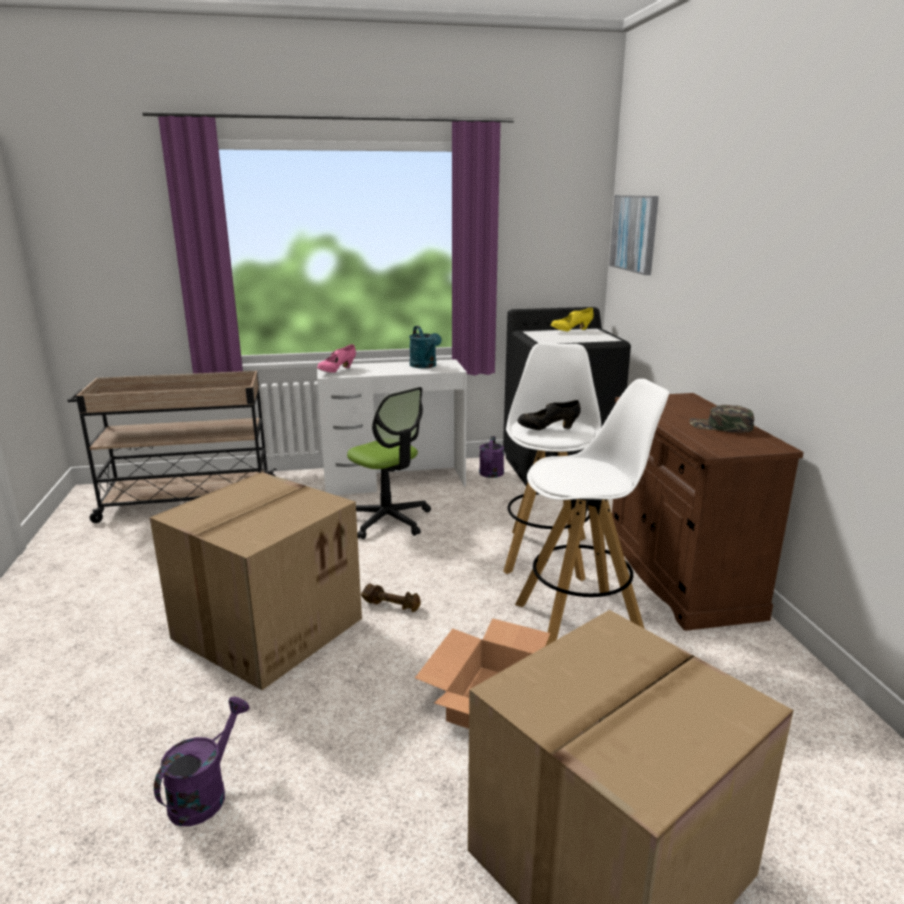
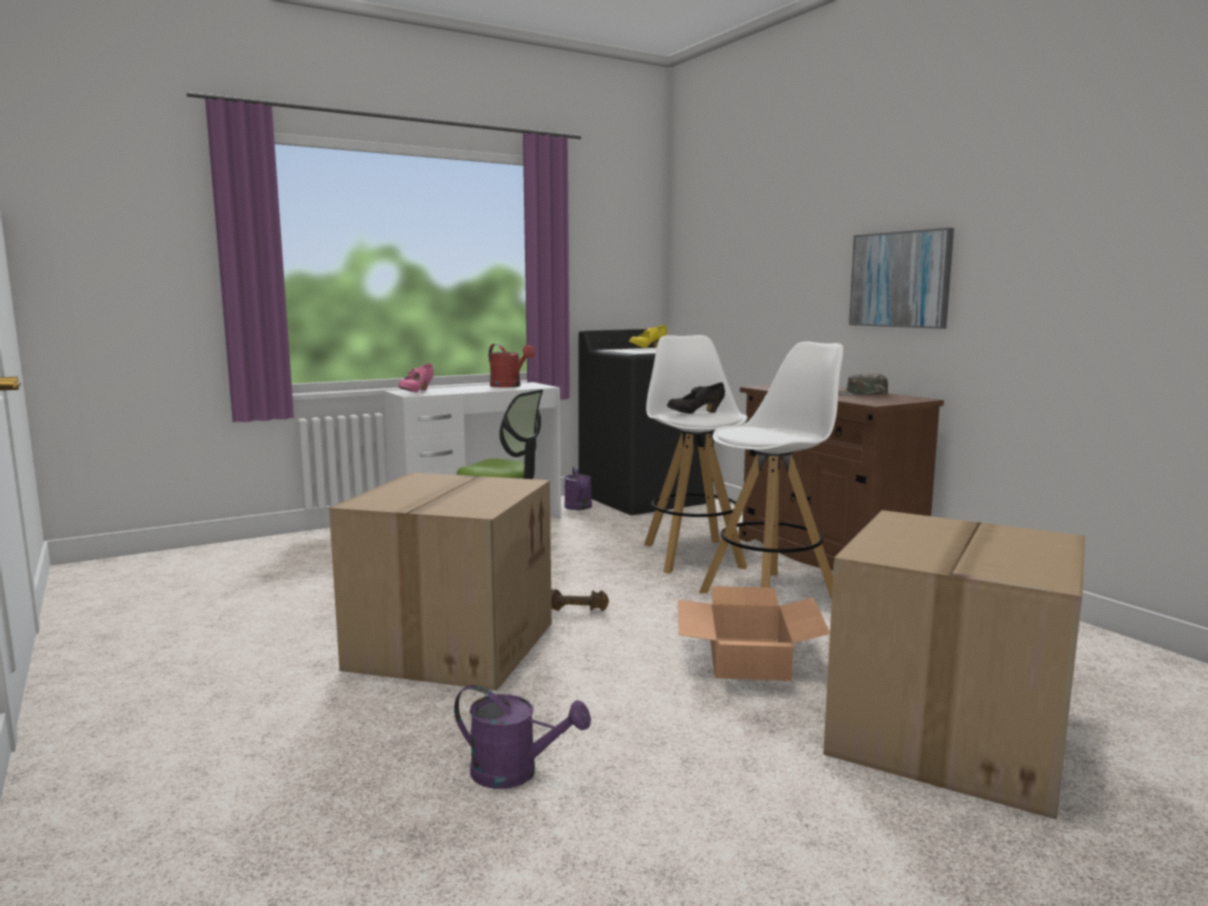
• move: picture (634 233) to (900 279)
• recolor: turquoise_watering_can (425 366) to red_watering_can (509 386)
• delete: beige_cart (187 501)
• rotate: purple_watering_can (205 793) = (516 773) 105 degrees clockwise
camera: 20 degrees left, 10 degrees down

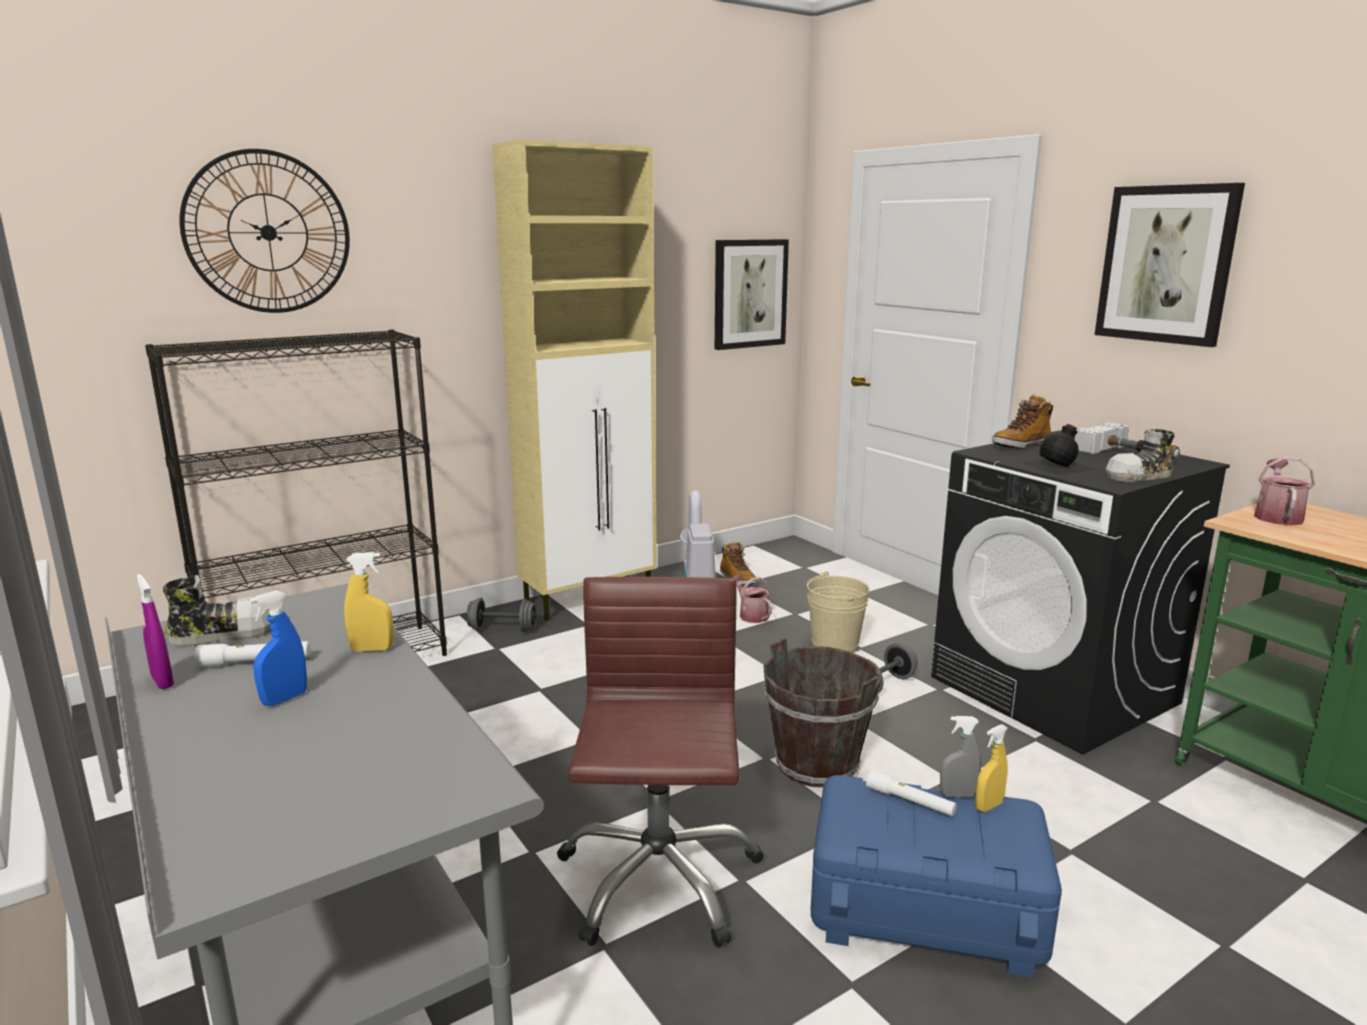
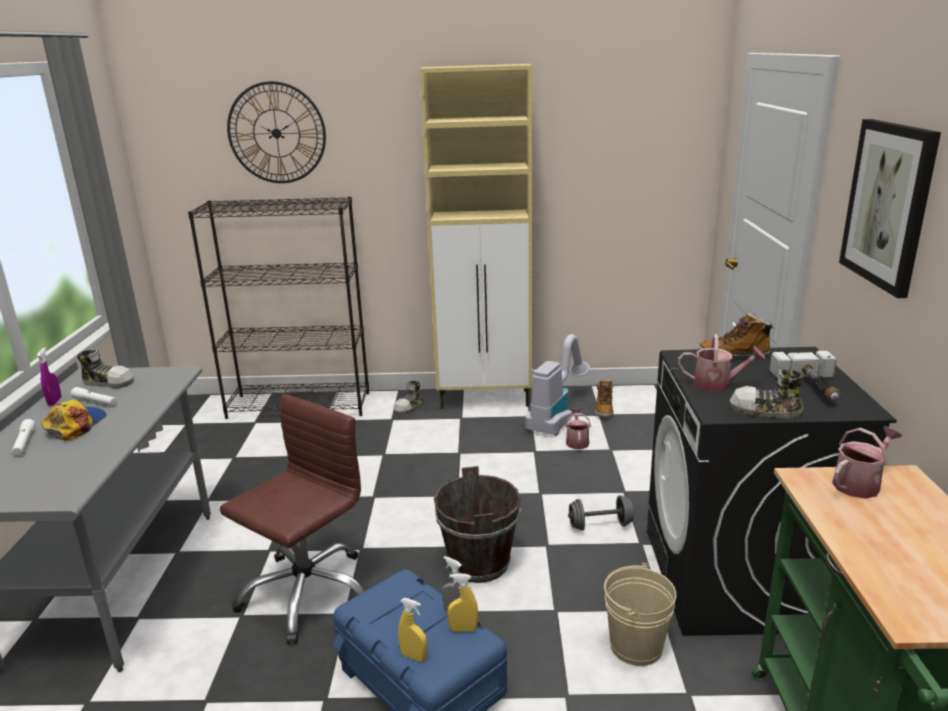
• delete: picture (749 293)
• replace: black_bottle (1060 466) to watering_can (717 384)
• move: yellow_spray_bottle (372 649) to (414 656)
• move: beige_bucket (834 645) to (636 646)
• replace: blue_spray_bottle (284 699) to cap (75 425)
• replace: grey_dumbbell (502 629) to shoe (409 407)
• move: white_flashlight (910 801) to (24 443)
camera: 35 degrees right, 5 degrees up

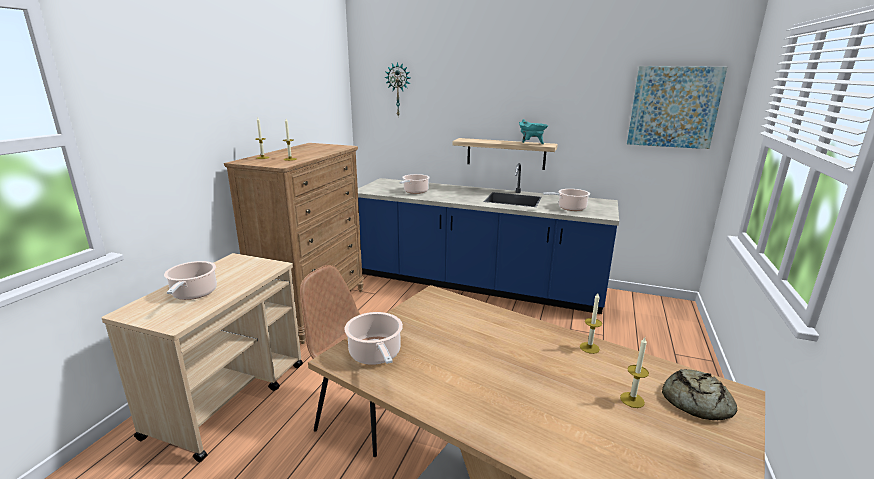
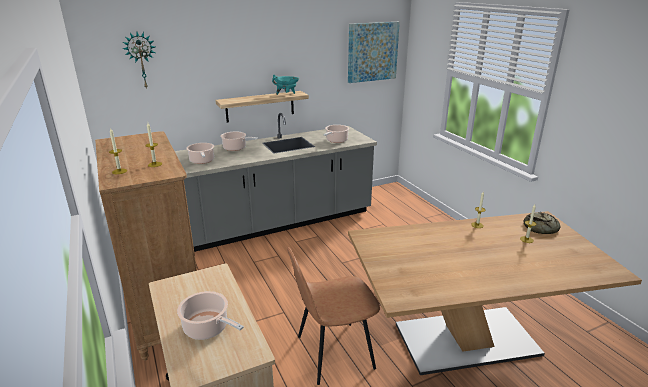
• recolor: blue_counter (477 284) to grey_counter (266 225)
• move: cooking_pot (375 355) to (236 148)
camera: 45 degrees left, 5 degrees up

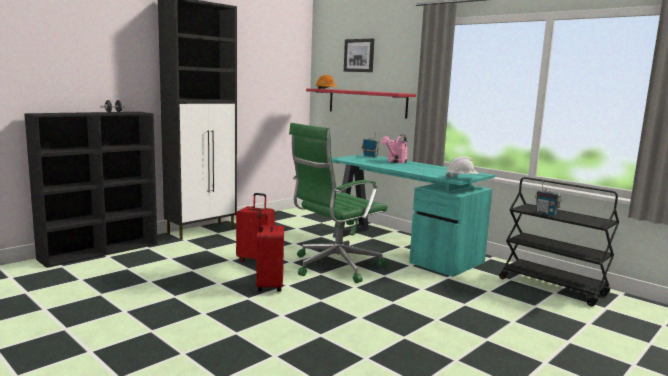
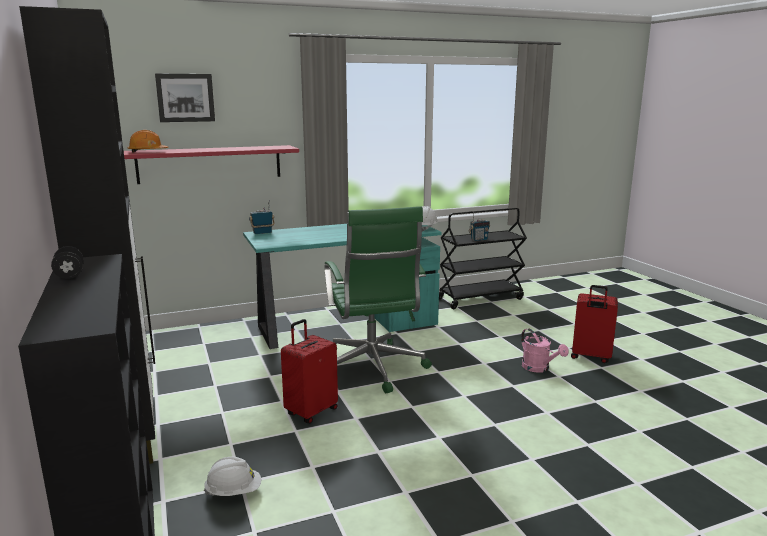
• move: pink_watering_can (395 162) to (539 368)
• move: red_suitcase (268 286) to (590 357)
• insert: white_hard_hat (234 492)
camera: 65 degrees left, 5 degrees up

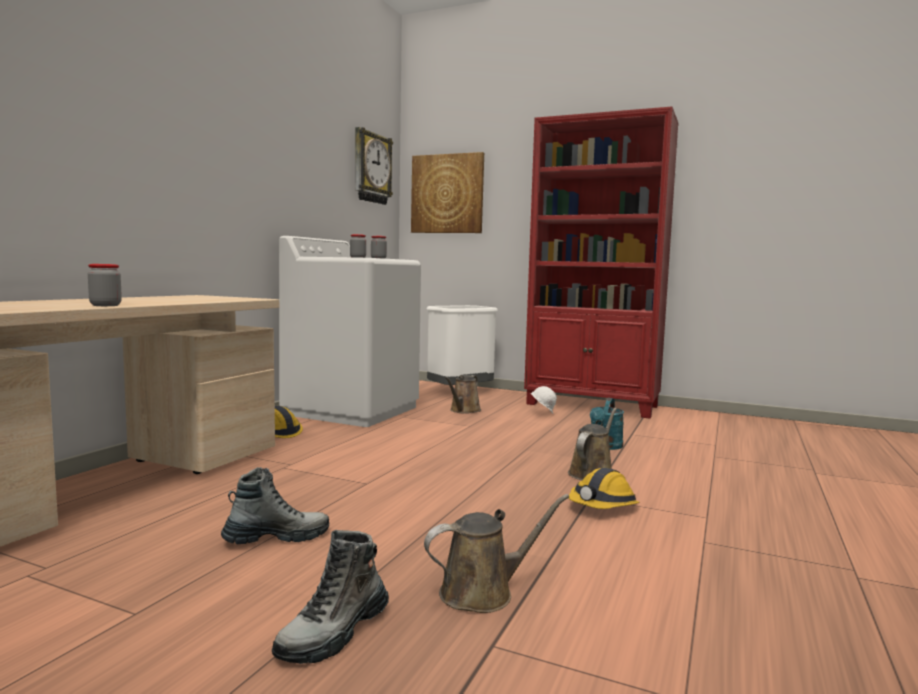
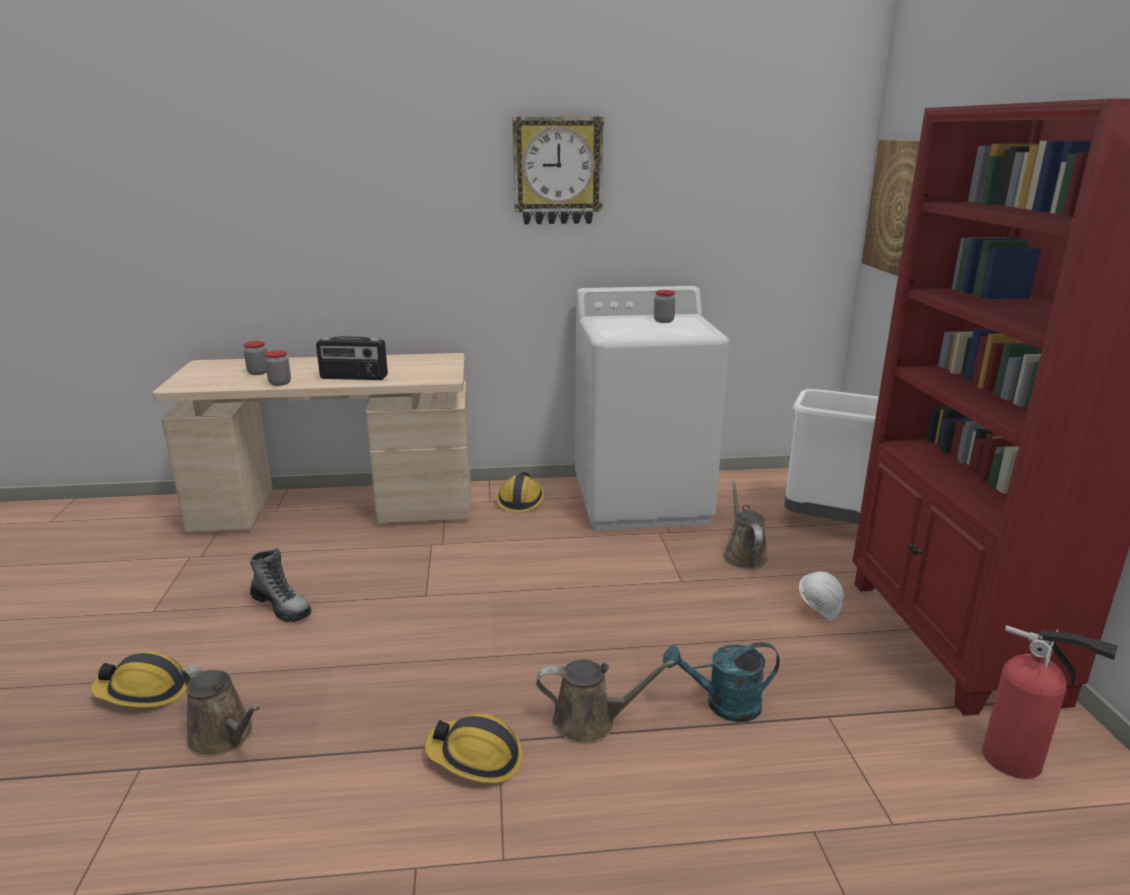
• move: wall_clock (371 168) to (557 171)
• move: jar (378 259) to (258 372)
• rotate: brown_watering_can (464 410) = (743 555) 90 degrees clockwise
• replace: boot (334 633) to hard_hat (144 691)
• insert: radio (354 378)
• insert: fire_extinguisher (1018 762)
camera: 60 degrees right, 15 degrees up

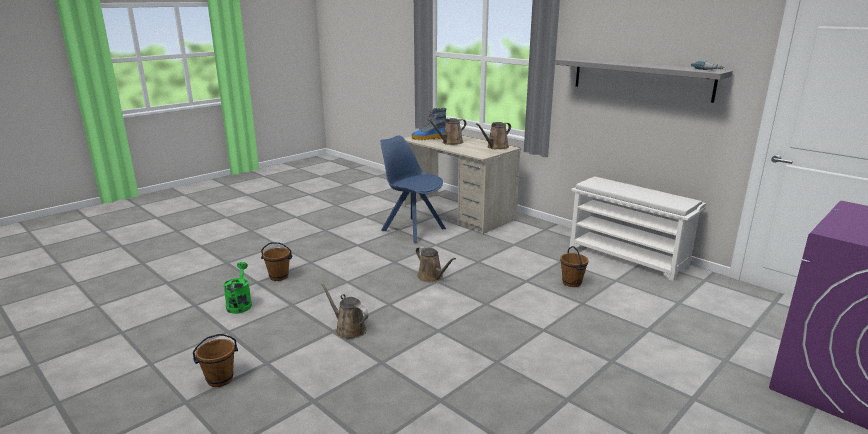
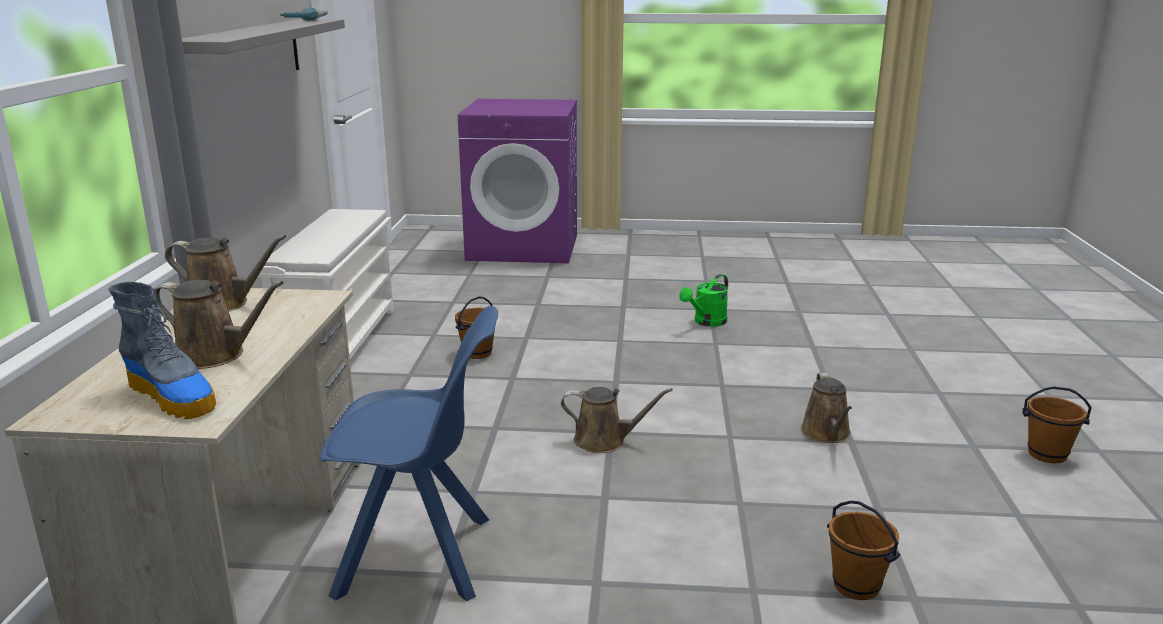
• rotate: blue_chair (412 229) = (420 557) 90 degrees counterclockwise
• rotate: brown_watering_can (432 277) = (605 441) 90 degrees clockwise
• move: green_watering_can (240 304) to (706 322)
camera: 130 degrees left, 0 degrees up

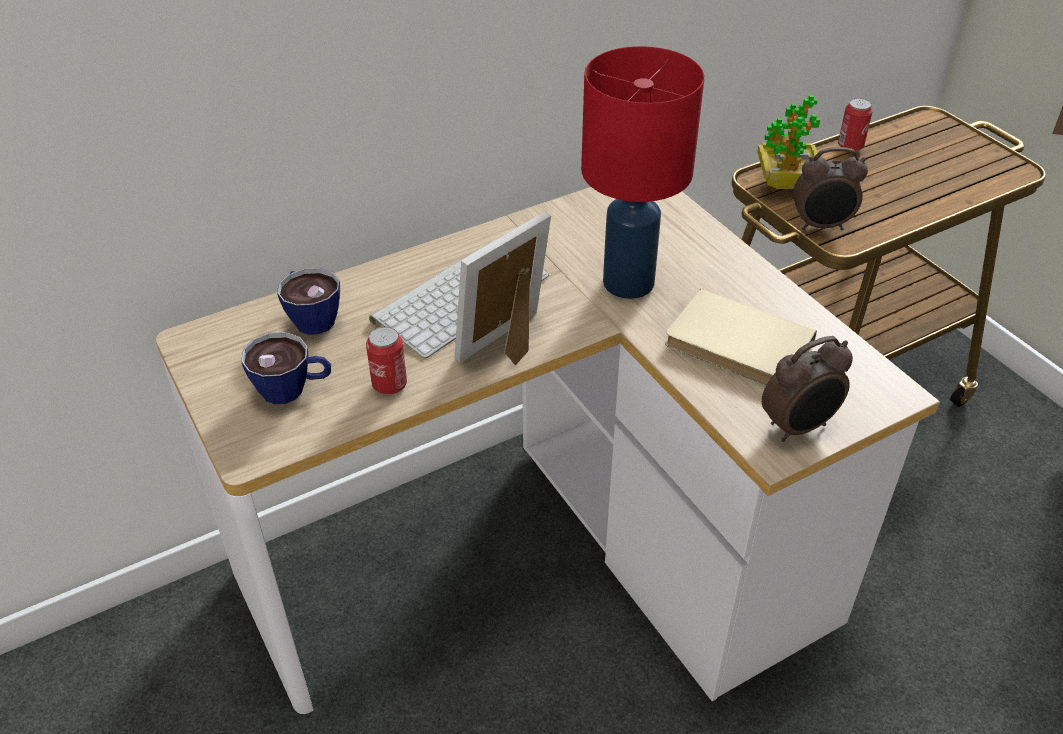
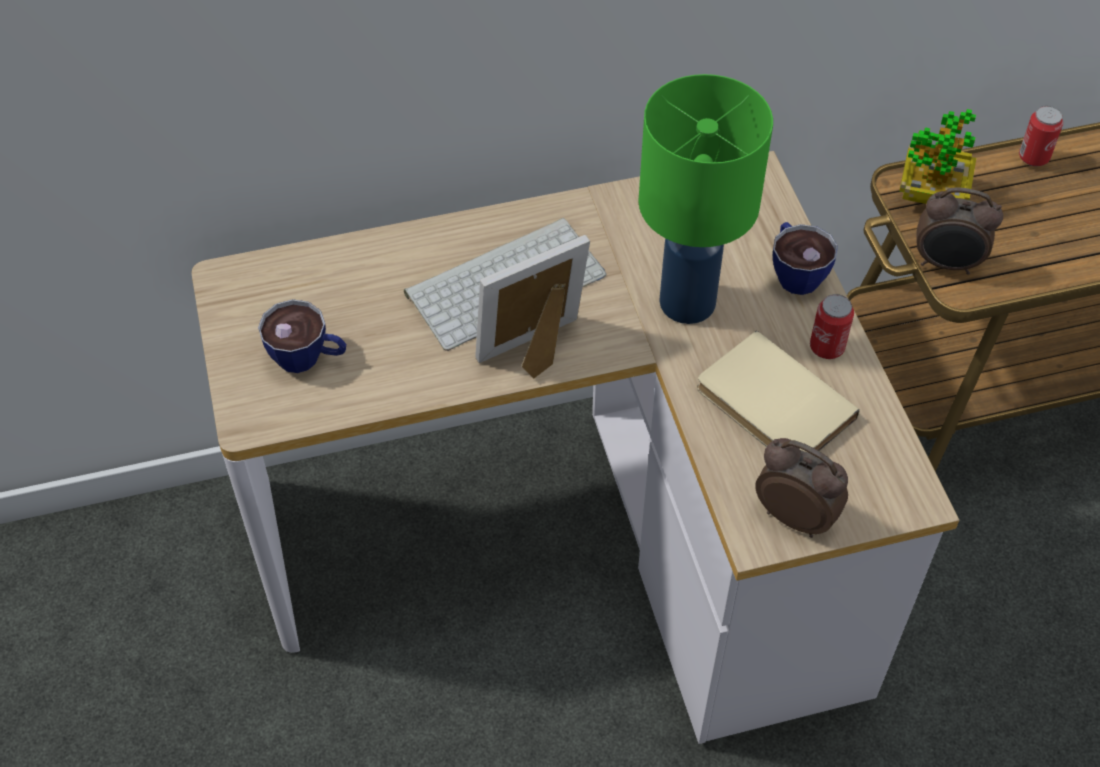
• recolor: red_table_lamp (629 284) to green_table_lamp (687 304)
• move: cup (311 317) to (794 272)
• move: can (389 384) to (827 347)
• rotate: alarm_clock (799 427) = (795 516) 135 degrees counterclockwise
camera: 15 degrees right, 10 degrees up

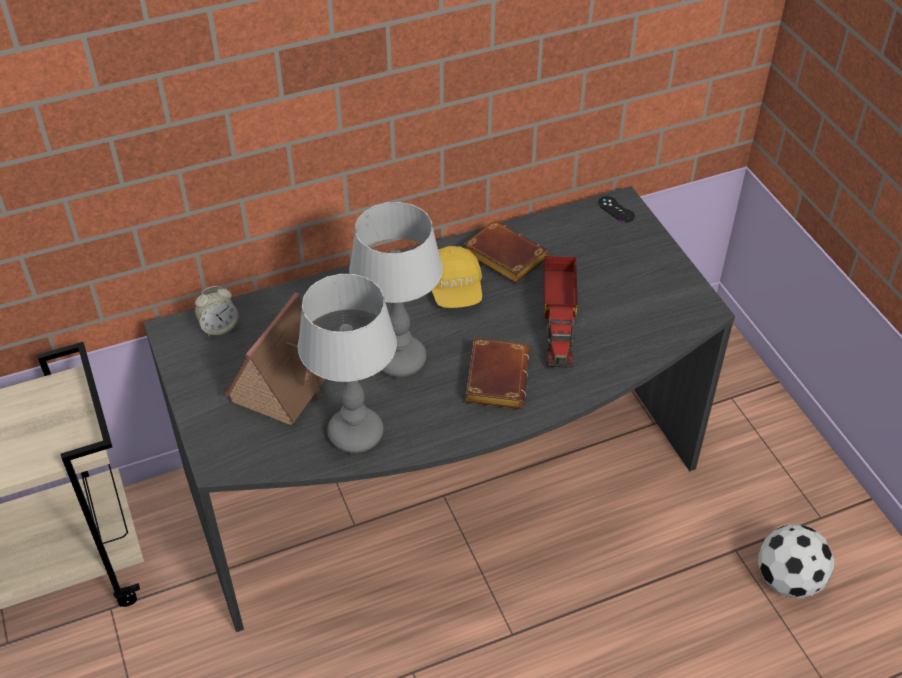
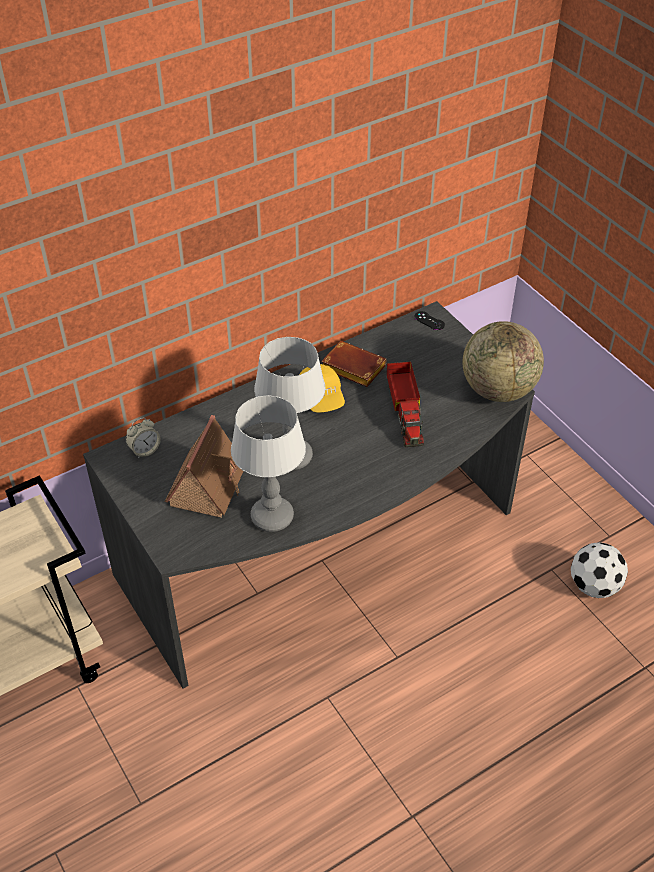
• delete: brown_book (494 377)
• insert: globe (498 390)
camera: 10 degrees left, 0 degrees up

